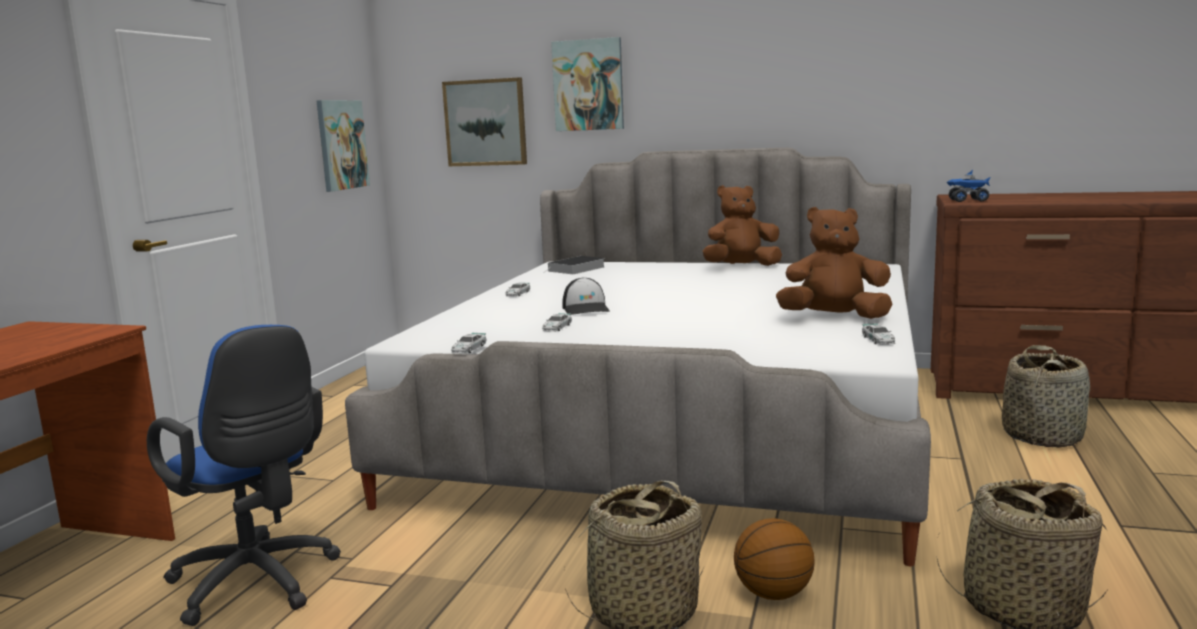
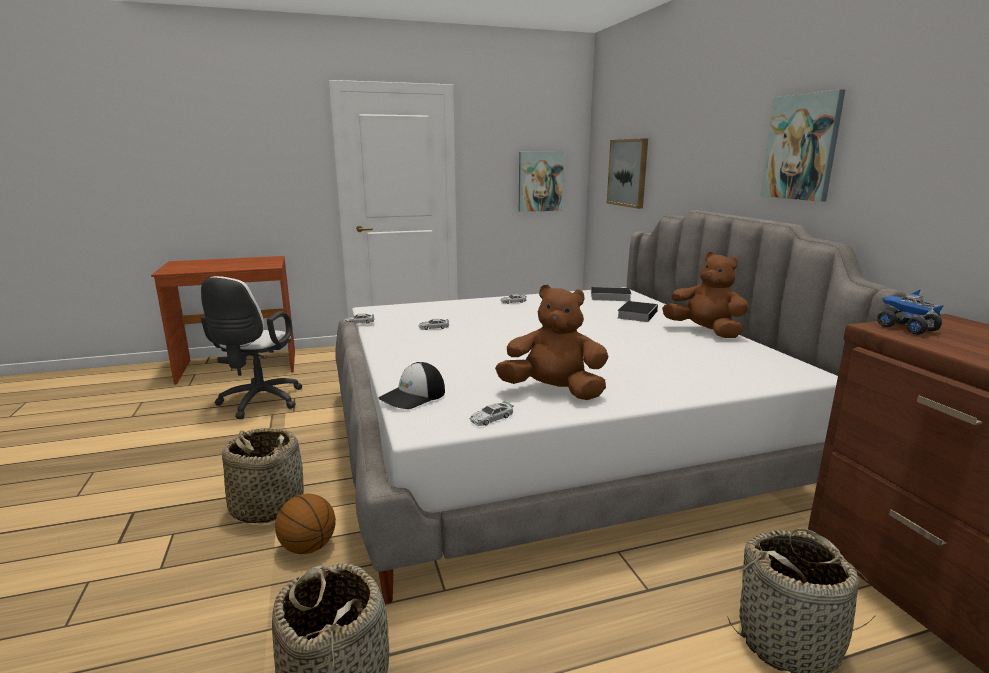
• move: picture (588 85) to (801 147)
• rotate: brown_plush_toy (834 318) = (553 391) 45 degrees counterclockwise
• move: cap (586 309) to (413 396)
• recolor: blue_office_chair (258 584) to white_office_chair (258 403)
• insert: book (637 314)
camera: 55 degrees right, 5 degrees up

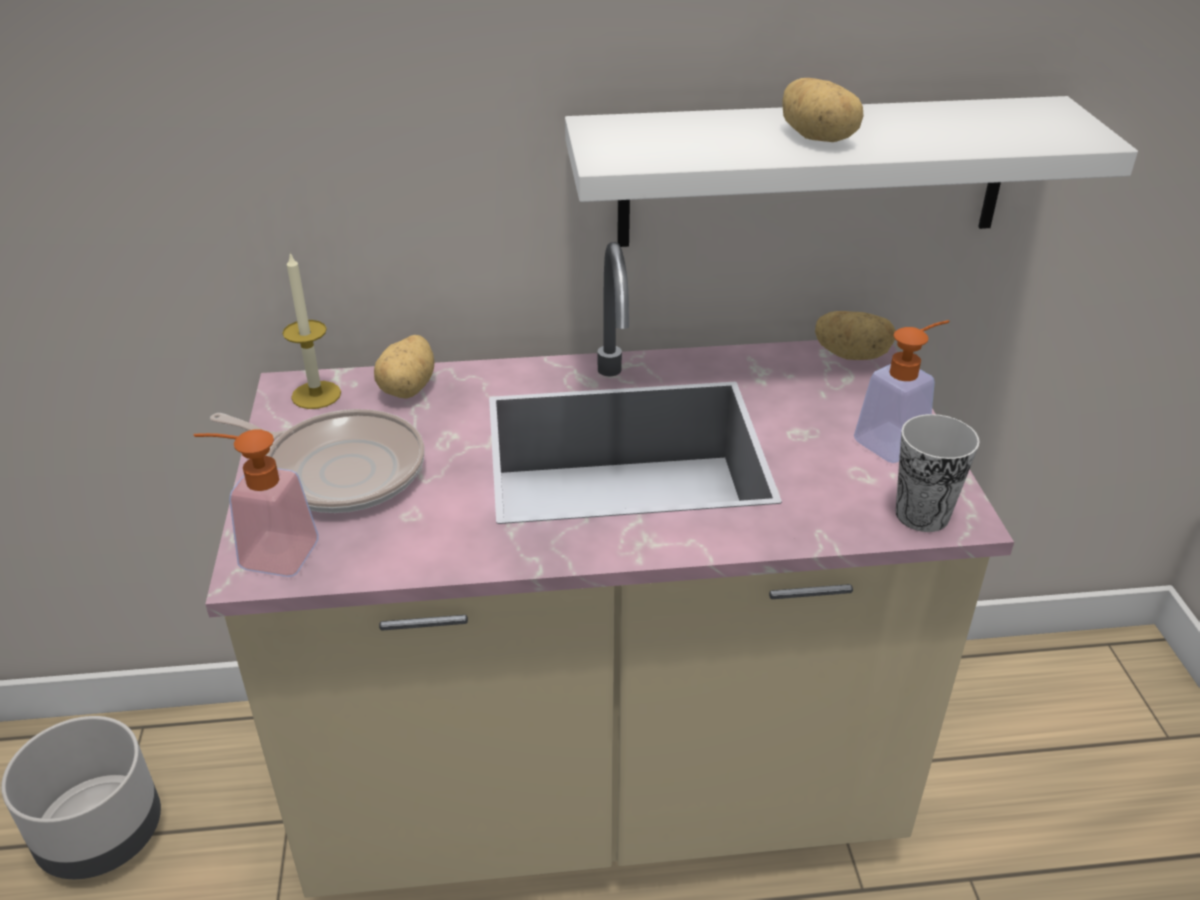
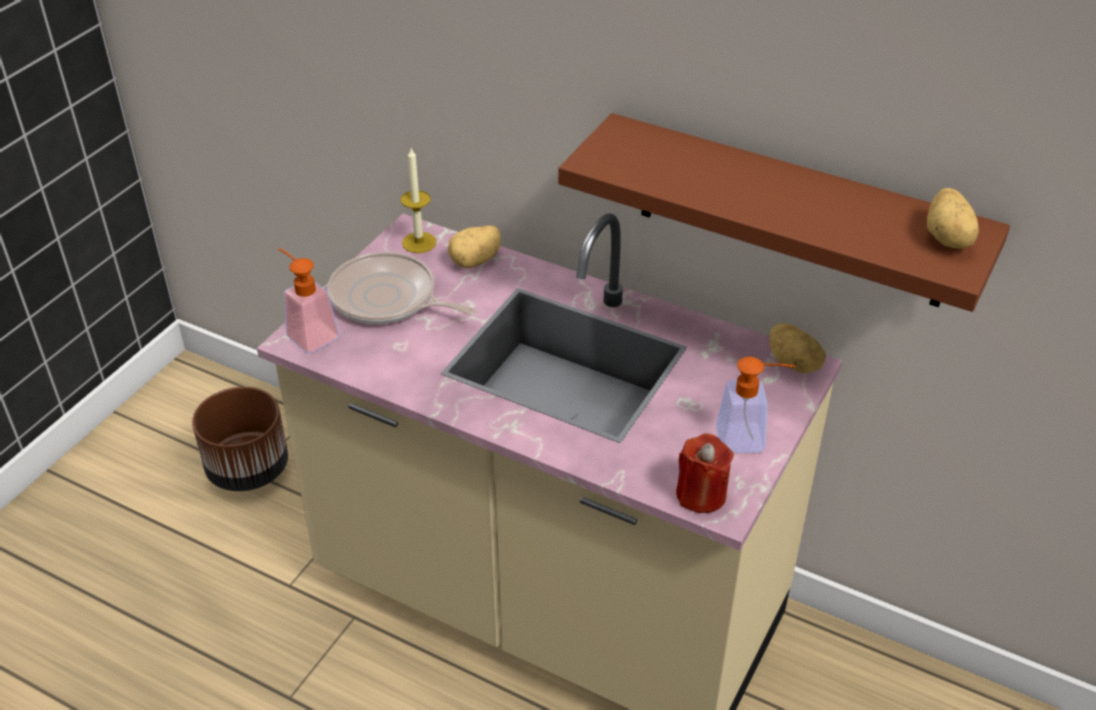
• move: potato (818 138) to (948 238)
• recolor: white_shelf (813 172) to brown_shelf (791 212)
• rotate: frying_pan (339 469) = (388 299) 150 degrees clockwise
• replace: cup (922 514) to red_candle (701 494)
• recolor: grey_planter (100 836) to brown_planter (247 469)
camera: 35 degrees right, 5 degrees up

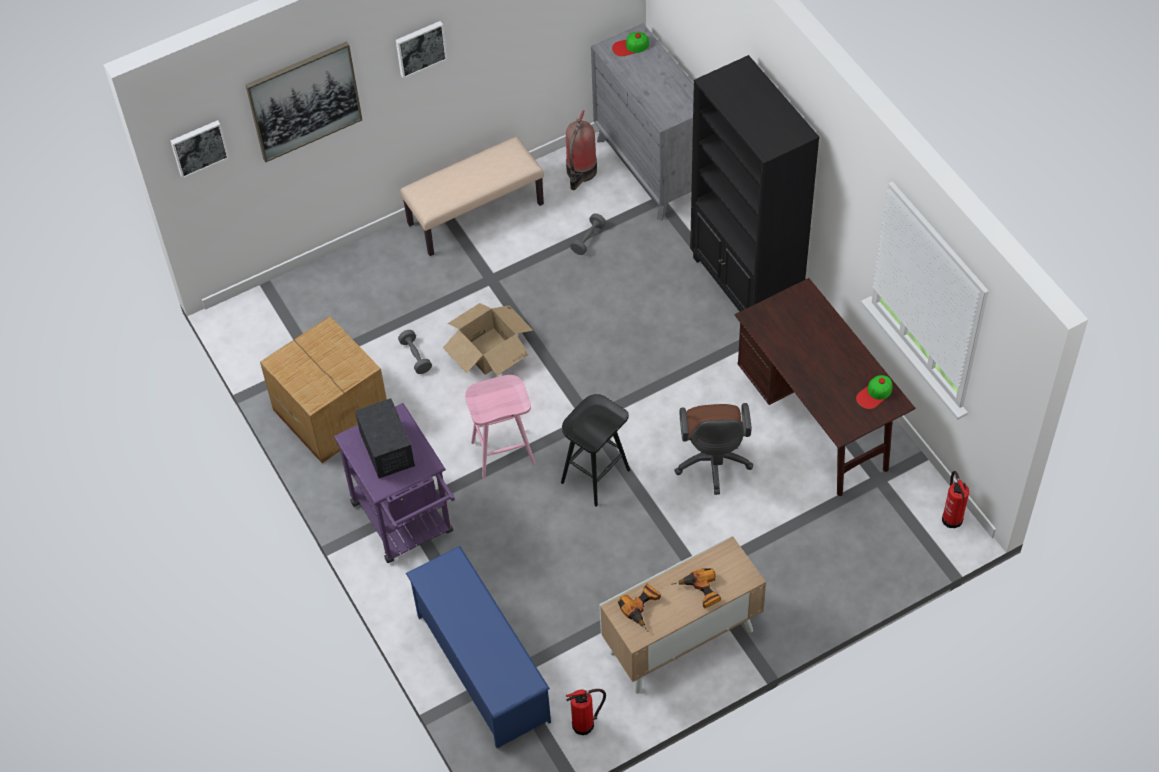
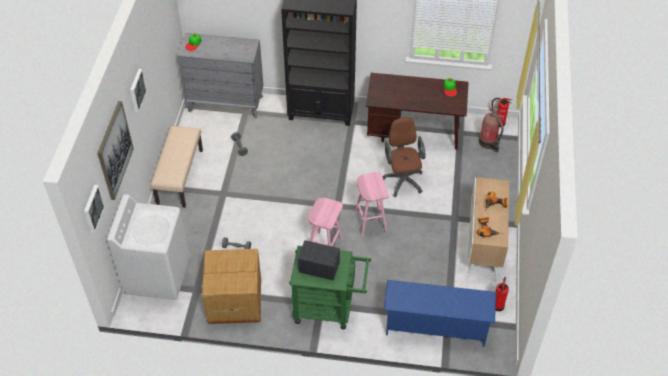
• move: fire_extinguisher (580 172) to (488 143)
• delete: cardboard_box (489 350)
• recolor: black_stool (595 475) to pink_stool (369 221)
• recolor: purple_cart (406 524) to green_cart (329 308)
• rotate: brown_office_chair (712 464) = (402 179) 135 degrees counterclockwise
• insert: white_washing_machine (157 275)
camera: 55 degrees left, 5 degrees down

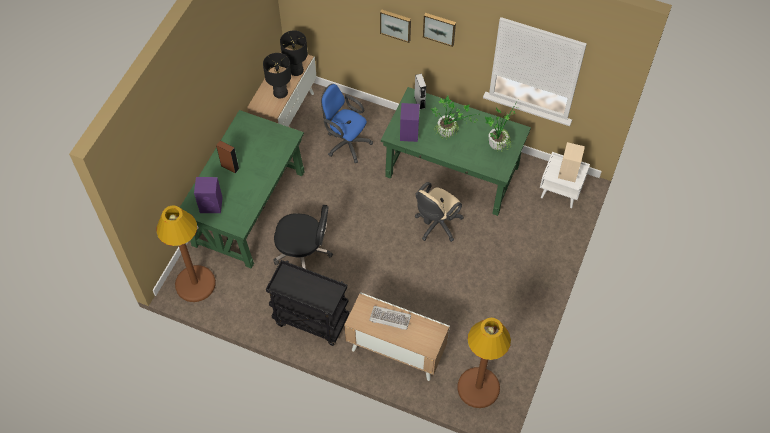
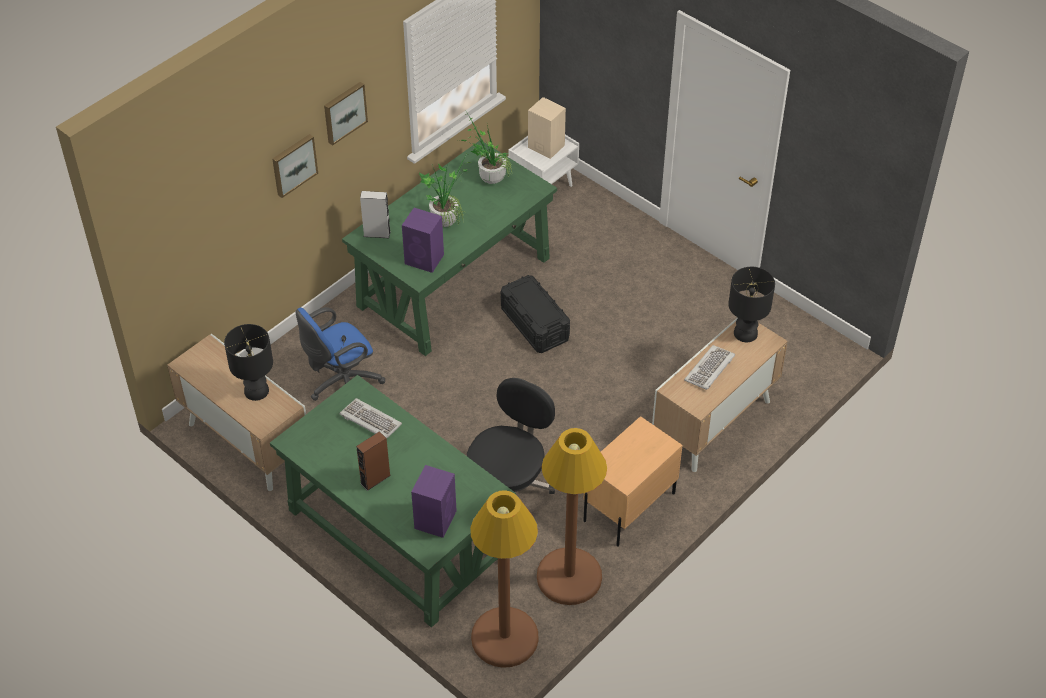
• move: black_table_lamp (296 70) to (745 333)
• replace: beige_office_chair (436 225) to black_storage_box (534 324)
• replace: black_cart (310 321) to beige_nightstand (628 507)
• move: brown_floor_lamp (478 387) to (569 577)
• insert: keyboard (370 421)
camera: 70 degrees left, 10 degrees down

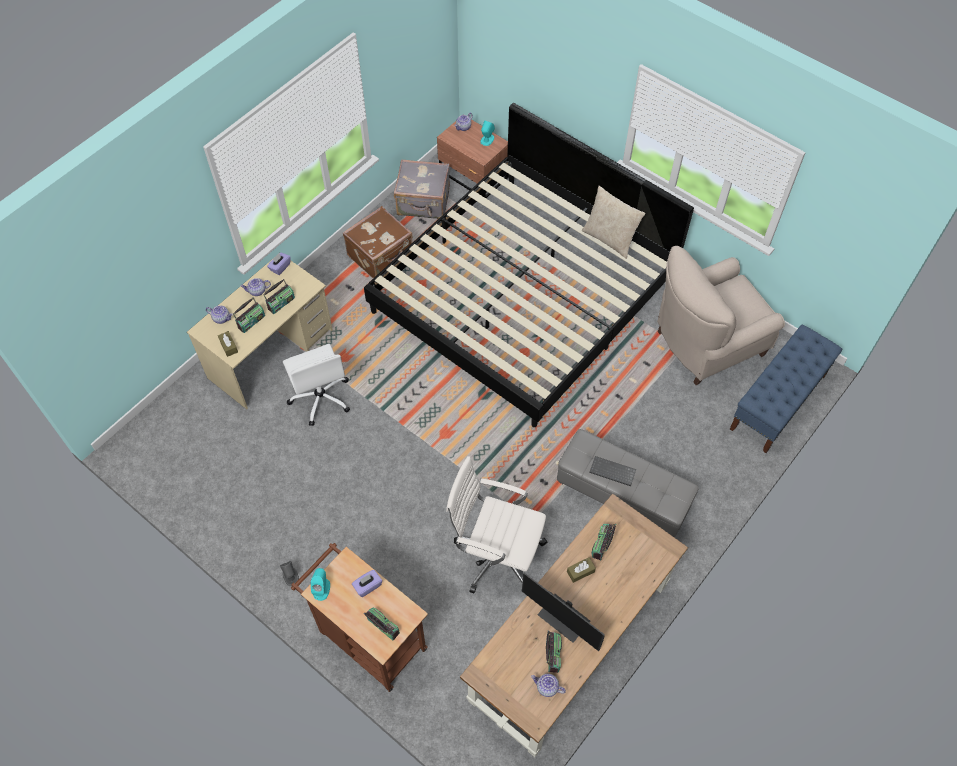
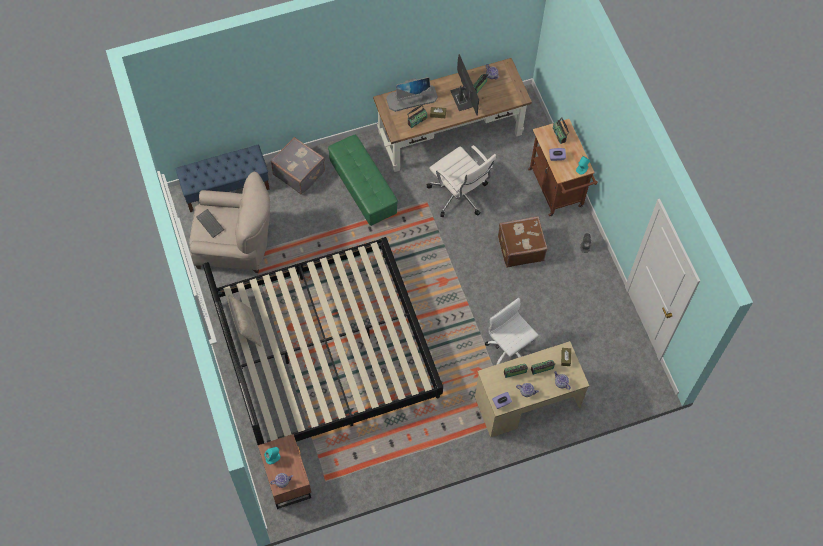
• move: grey_suitcase (423 203) to (299 172)
• move: brown_suitcase (381 256) to (520 248)
• rotate: white_office_chair (321 398) = (509 350) 45 degrees counterclockwise
• recolor: grey_ottoman (622 494) to green_ottoman (363 188)
• move: keyboard (611 472) to (211 223)
• insert: monitor (412 98)
camera: 150 degrees left, 5 degrees up

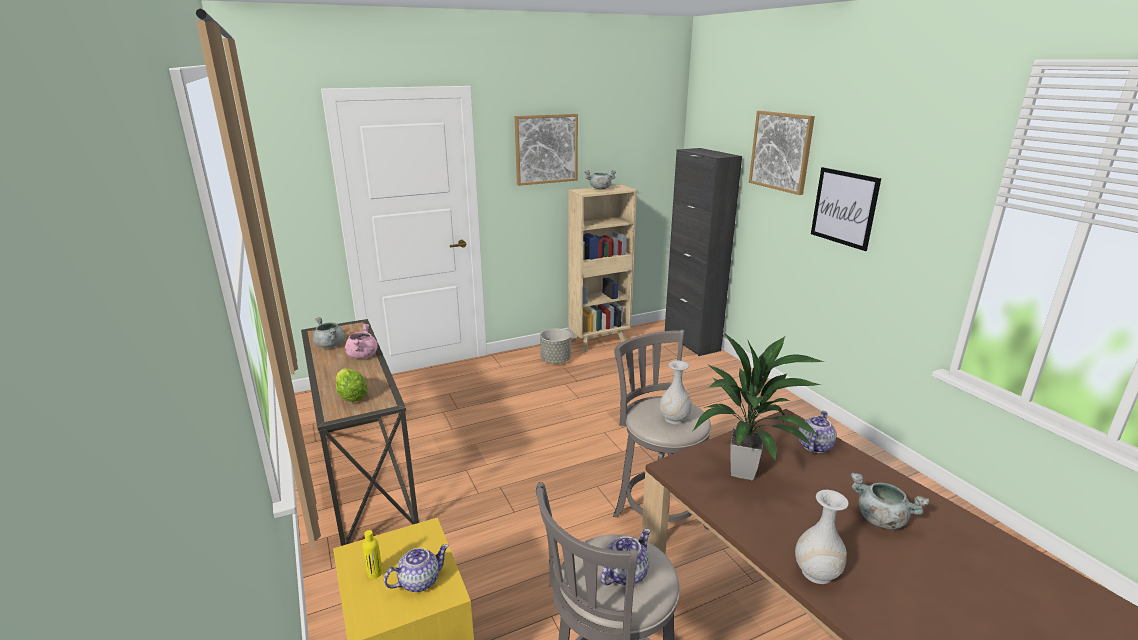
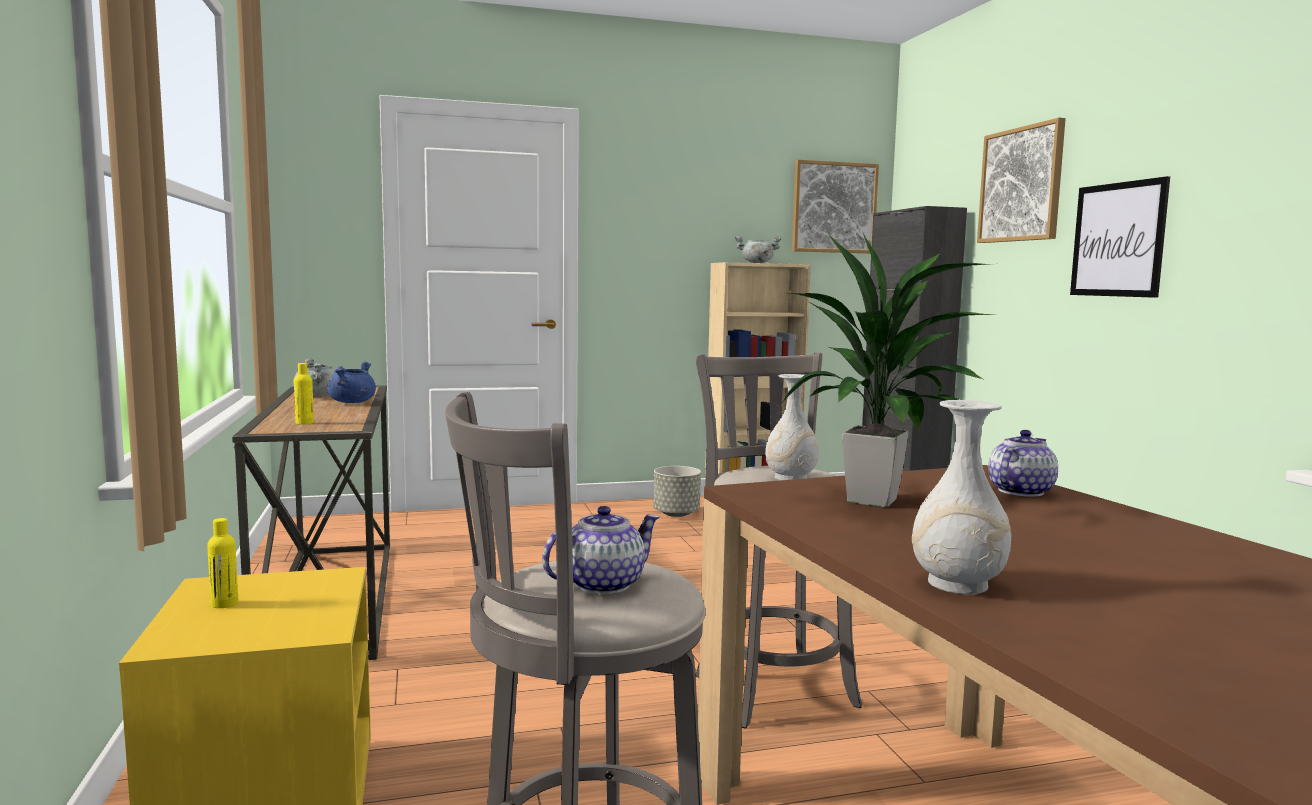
• move: picture (546 149) to (834 207)
• recolor: pink_cooking_pot (362 355) to blue_cooking_pot (352 402)
• replace: lettuce (351 396) to yellow_bottle (304 423)
• delete: grey_cooking_pot (880 519)
• delete: teapot (418 581)
camera: 10 degrees right, 15 degrees down

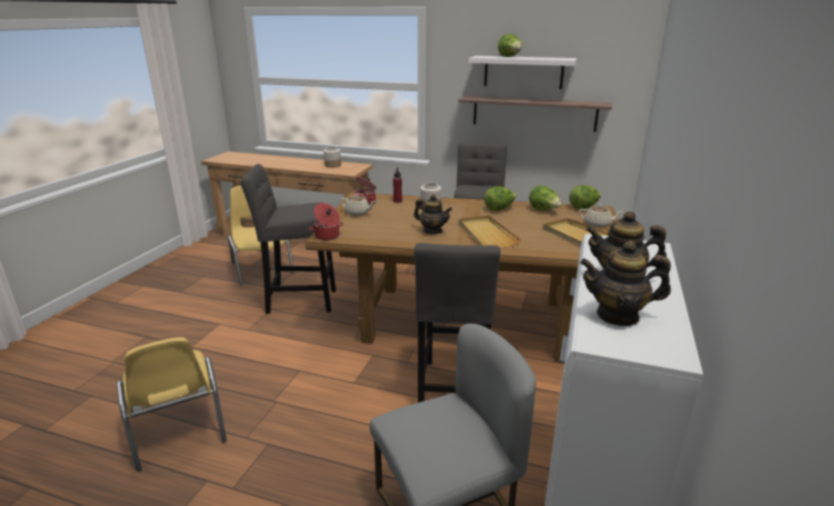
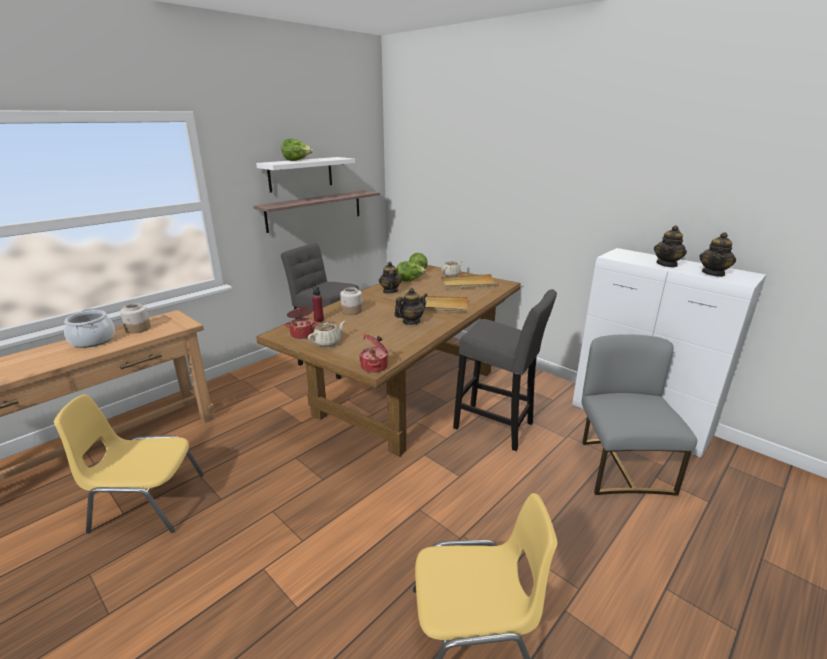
• delete: grey_stool (297 301)
• replace: lettuce (499 209) to teapot (390 291)
• insert: cooking_pot (93 340)
camera: 65 degrees left, 0 degrees up

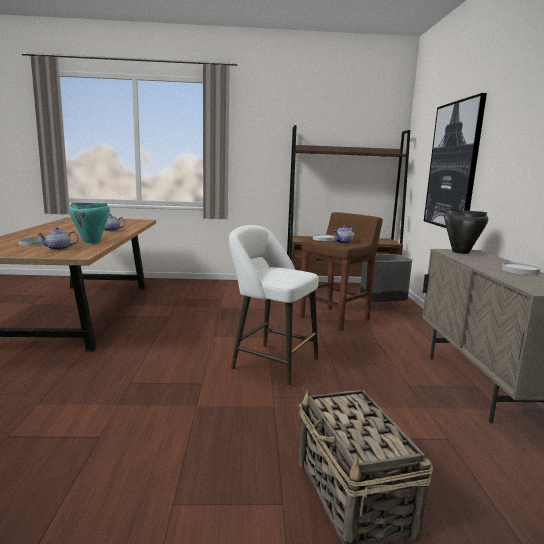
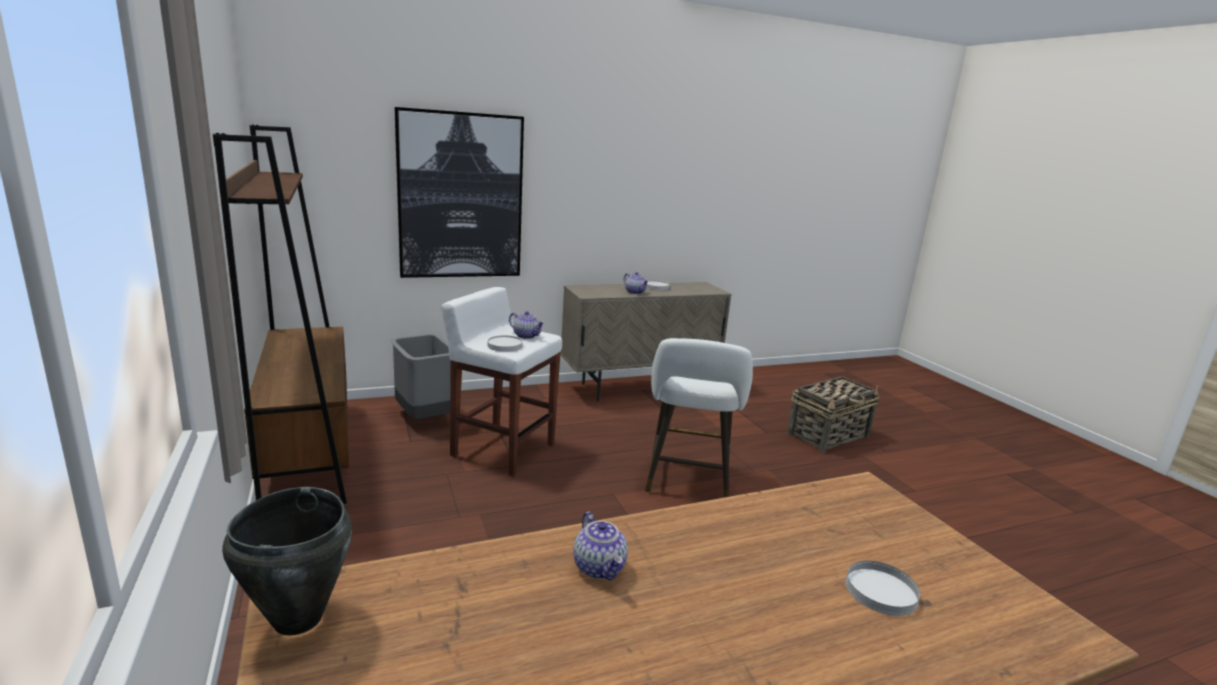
• delete: turquoise_cooking_pot (92 242)
• move: black_cooking_pot (460 252) to (296 619)
• recolor: brown_stool (335 318) to white_stool (501 449)
• move: teapot (58 249) to (635 292)
camera: 110 degrees left, 5 degrees up

